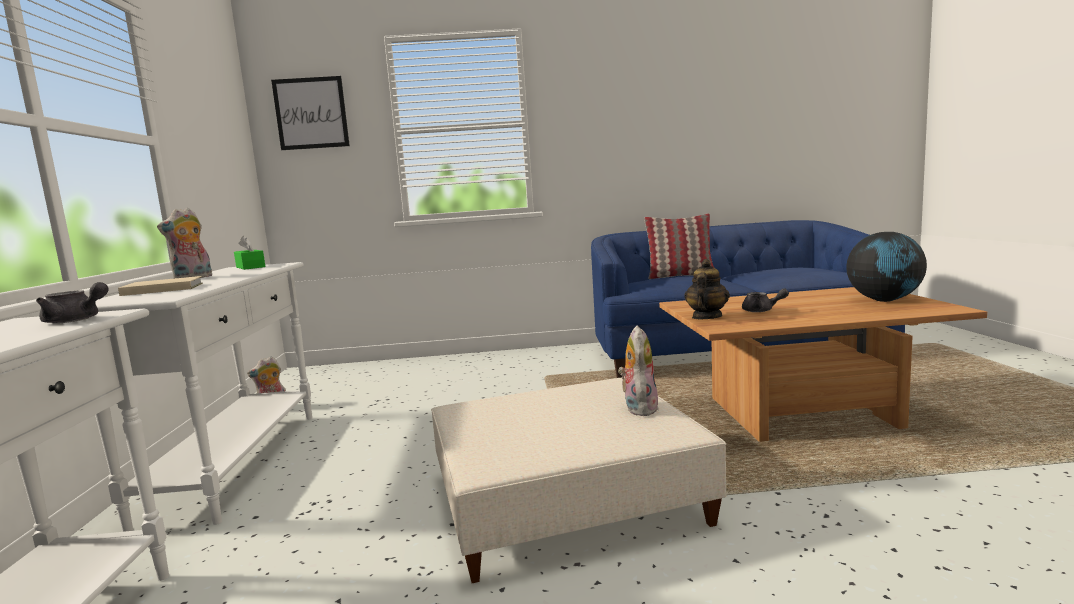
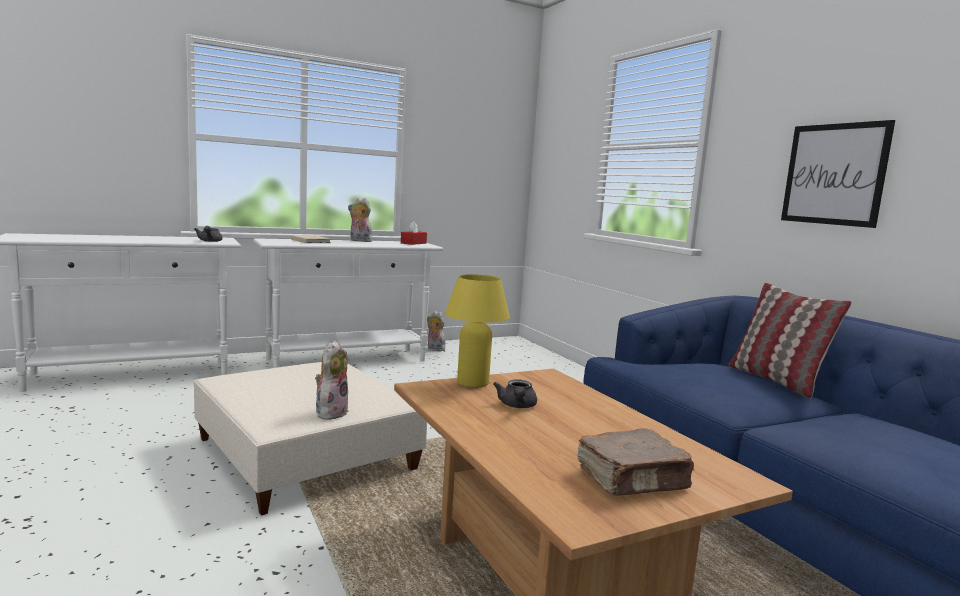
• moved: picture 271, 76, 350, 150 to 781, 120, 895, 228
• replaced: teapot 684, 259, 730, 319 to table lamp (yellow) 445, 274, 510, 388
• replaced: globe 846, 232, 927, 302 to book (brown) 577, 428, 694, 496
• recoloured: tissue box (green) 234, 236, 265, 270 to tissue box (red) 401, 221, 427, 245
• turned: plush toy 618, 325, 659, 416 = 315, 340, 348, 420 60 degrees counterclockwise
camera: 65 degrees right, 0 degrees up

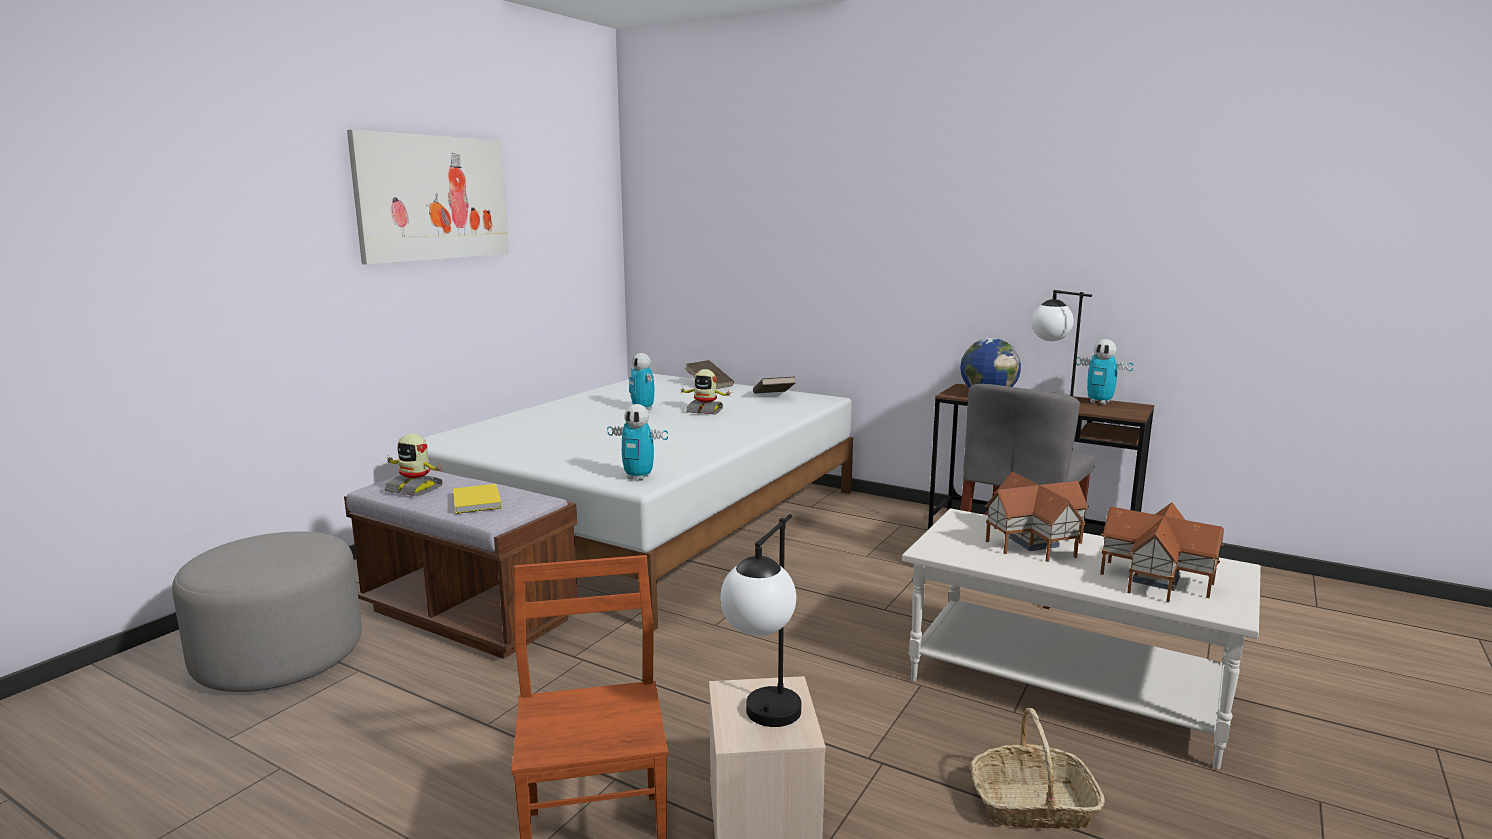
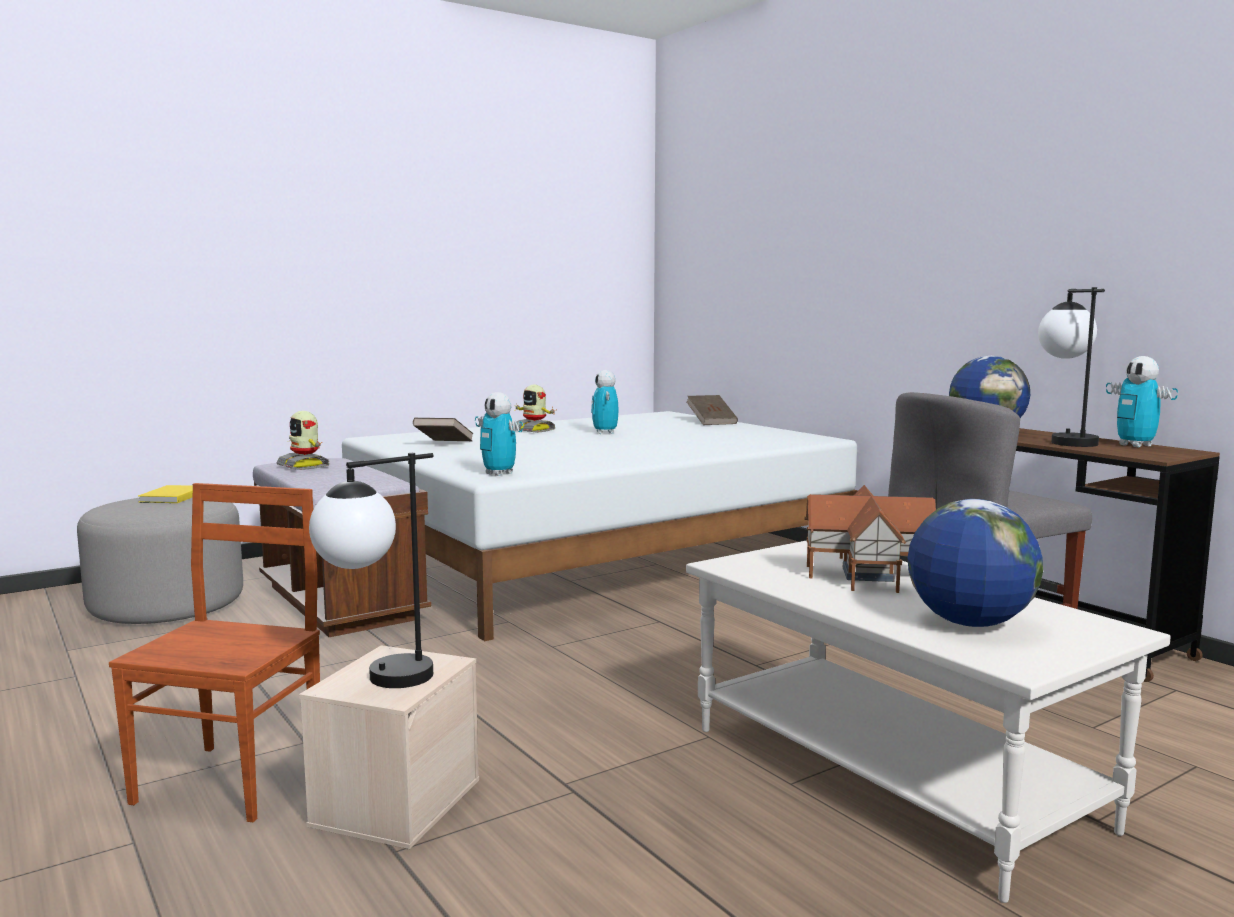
• removed: picture 347, 130, 509, 265
• removed: basket 969, 708, 1105, 829
• moved: book (yellow) 453, 484, 502, 514 to 138, 485, 193, 503
• moved: toy robot 679, 369, 731, 414 to 514, 385, 556, 433
• moved: book (brown) 753, 376, 795, 394 to 413, 418, 473, 441
• replaced: toy house 1100, 502, 1224, 603 to globe 908, 499, 1043, 627
camera: 25 degrees right, 5 degrees down

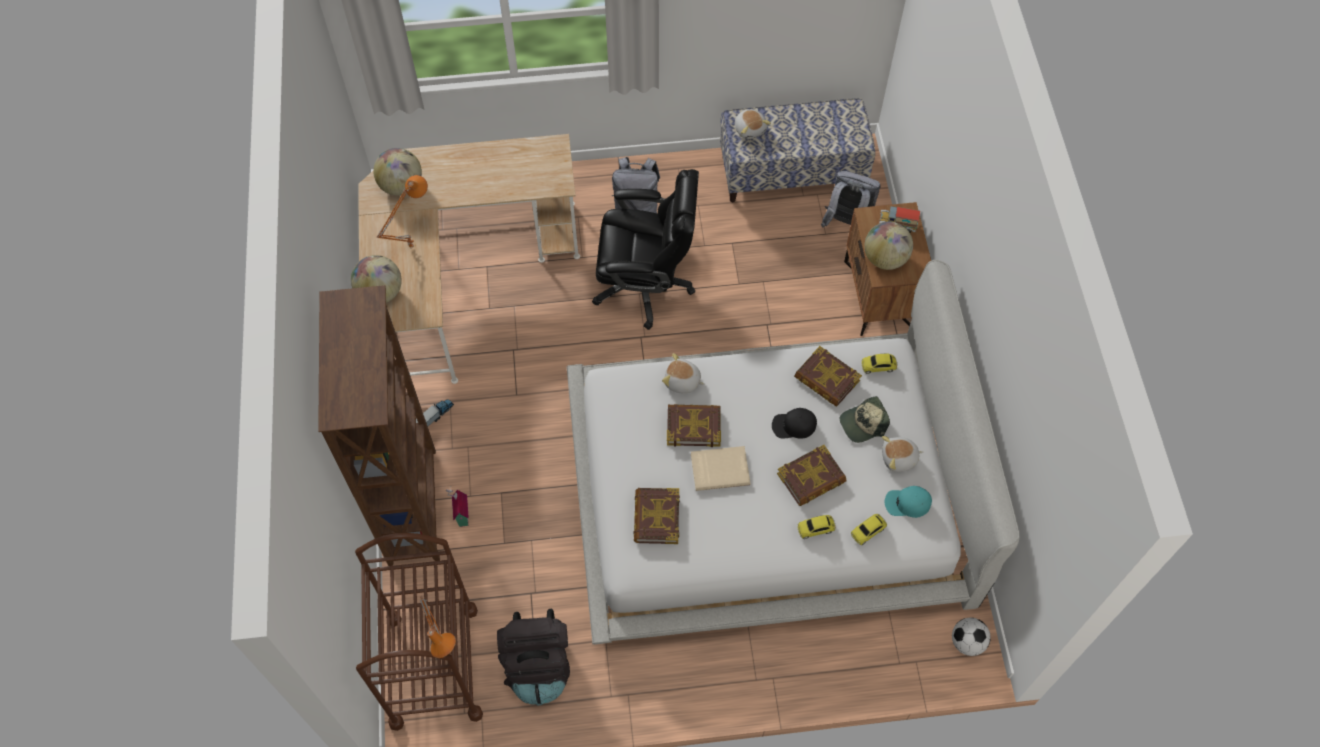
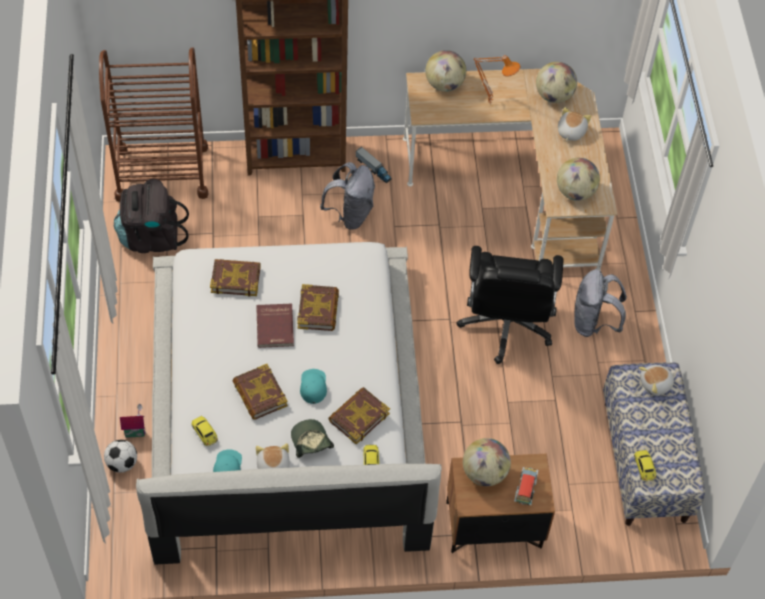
• removed: table lamp (orange) 420, 596, 456, 658
• added: globe 557, 158, 600, 201
• moved: toy house 446, 490, 469, 527 to 120, 404, 146, 438
• moved: plush toy 662, 353, 705, 393 to 558, 107, 591, 142
• moved: toy car 797, 515, 836, 539 to 634, 450, 656, 481
• moved: backpack (grey) 821, 171, 881, 227 to 320, 162, 375, 230
• moved: football 952, 618, 991, 656 to 104, 440, 137, 473
• recoloured: book (beige) 691, 446, 750, 491 to book (red) 256, 304, 294, 348
• recoloured: cap (black) 772, 408, 817, 439 to cap (turquoise) 300, 369, 327, 404
camera: 90 degrees right, 5 degrees down

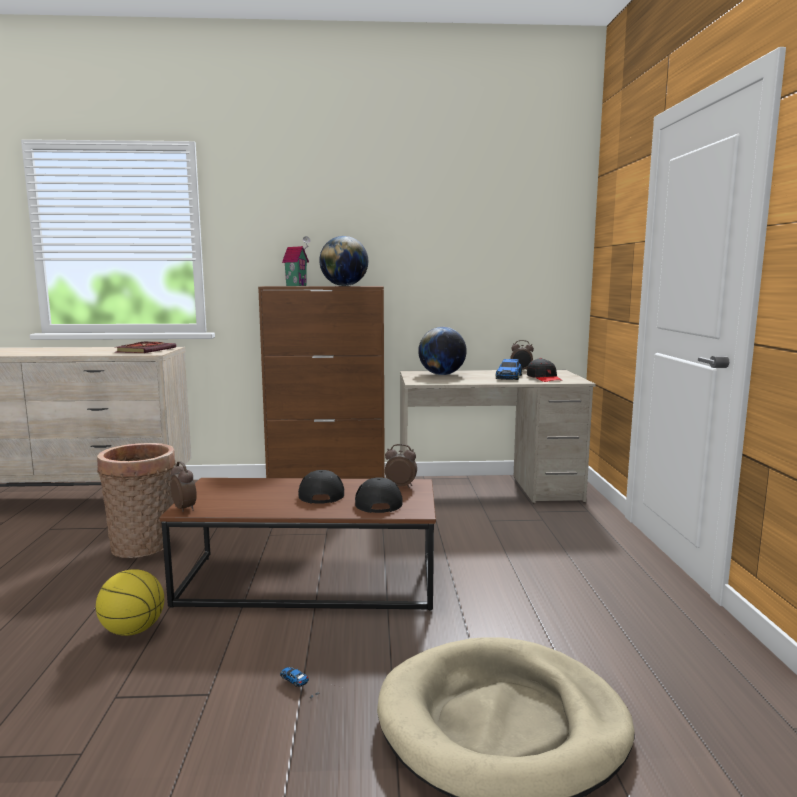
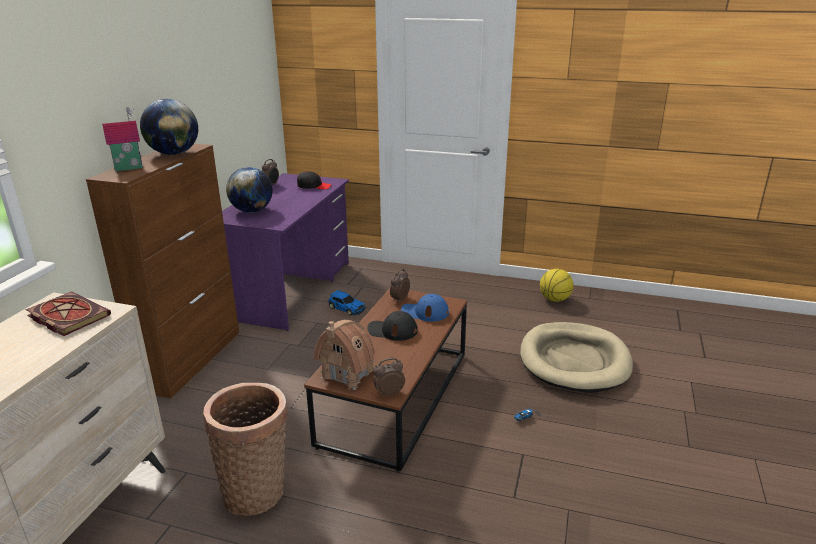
• added: toy house 313, 320, 375, 390
• moved: basketball 96, 569, 164, 636 to 540, 269, 574, 302
• moved: toy car 496, 359, 522, 380 to 328, 290, 366, 316
• recoloured: cap (black) 355, 477, 402, 513 to cap (blue) 401, 294, 449, 322
• recoloured: desk (beige) 400, 370, 596, 503 to desk (purple) 222, 173, 349, 331
camera: 70 degrees left, 15 degrees up

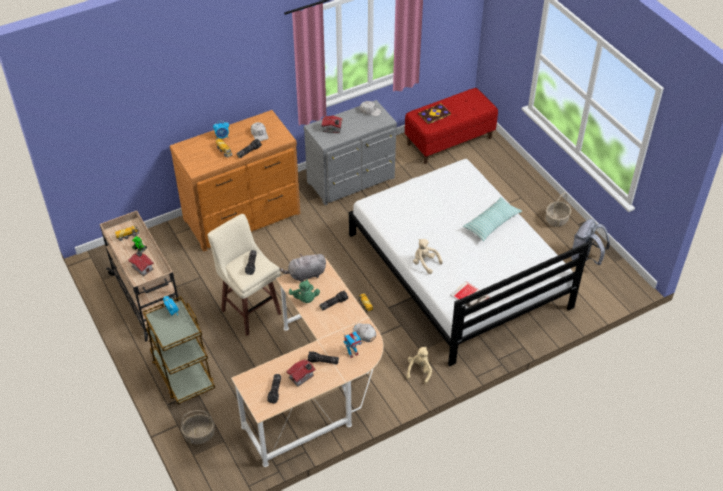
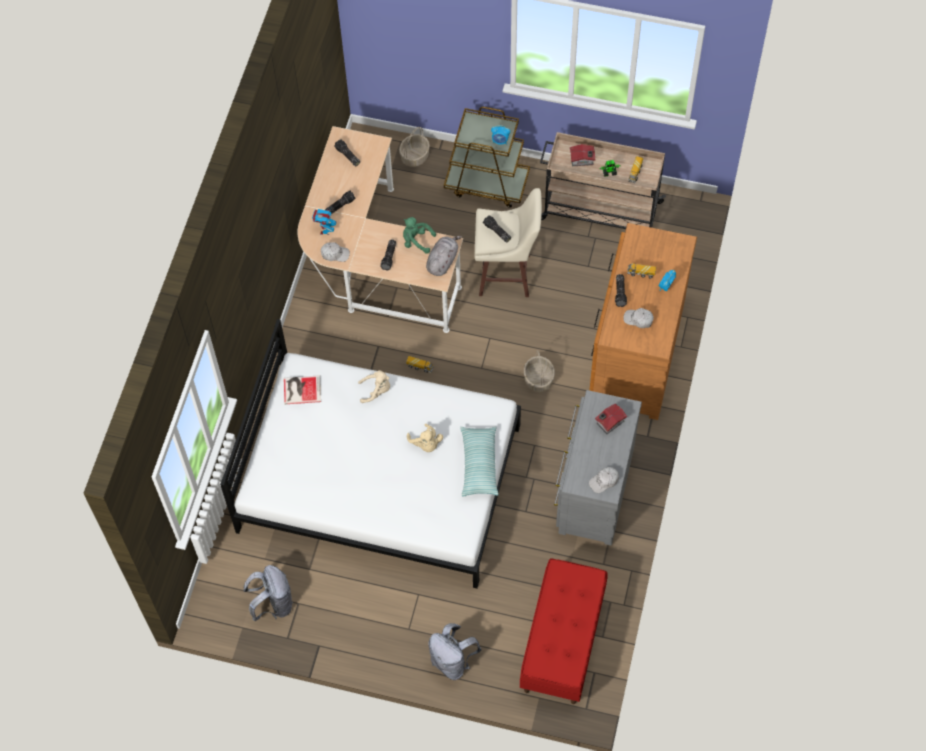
• removed: toy house 286, 359, 315, 386
• removed: book 418, 103, 451, 124
• added: backpack (grey) 429, 623, 482, 680
• moved: plush toy (beige) 407, 347, 432, 384 to 407, 424, 443, 452
• moved: pillow 463, 197, 522, 241 to 460, 427, 499, 496
• moved: basket 546, 192, 571, 227 to 524, 350, 555, 392
camera: 135 degrees right, 15 degrees up

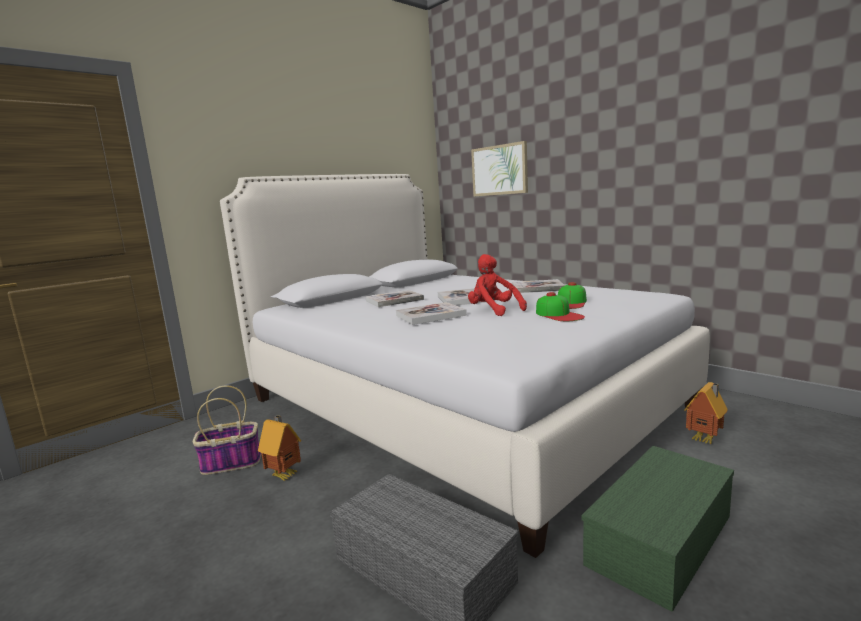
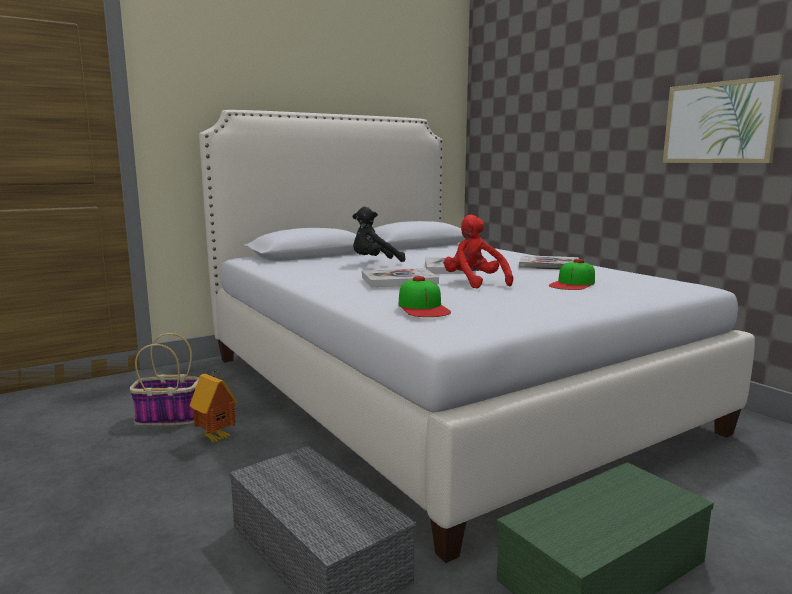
• removed: toy house 684, 382, 728, 445
• moved: picture 471, 141, 528, 197 to 663, 75, 784, 163
• moved: cap 536, 292, 585, 321 to 399, 276, 451, 317
• replaced: book 366, 290, 424, 307 to plush toy (black) 353, 207, 406, 262
camera: 10 degrees right, 0 degrees up

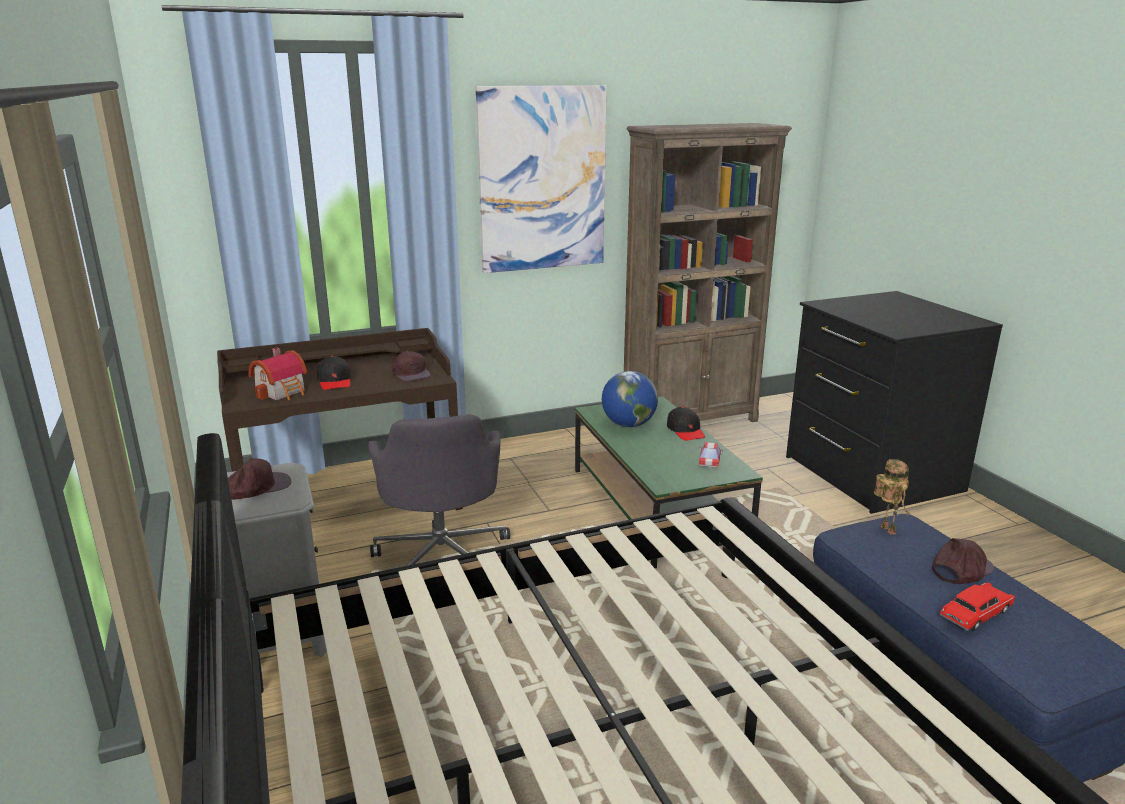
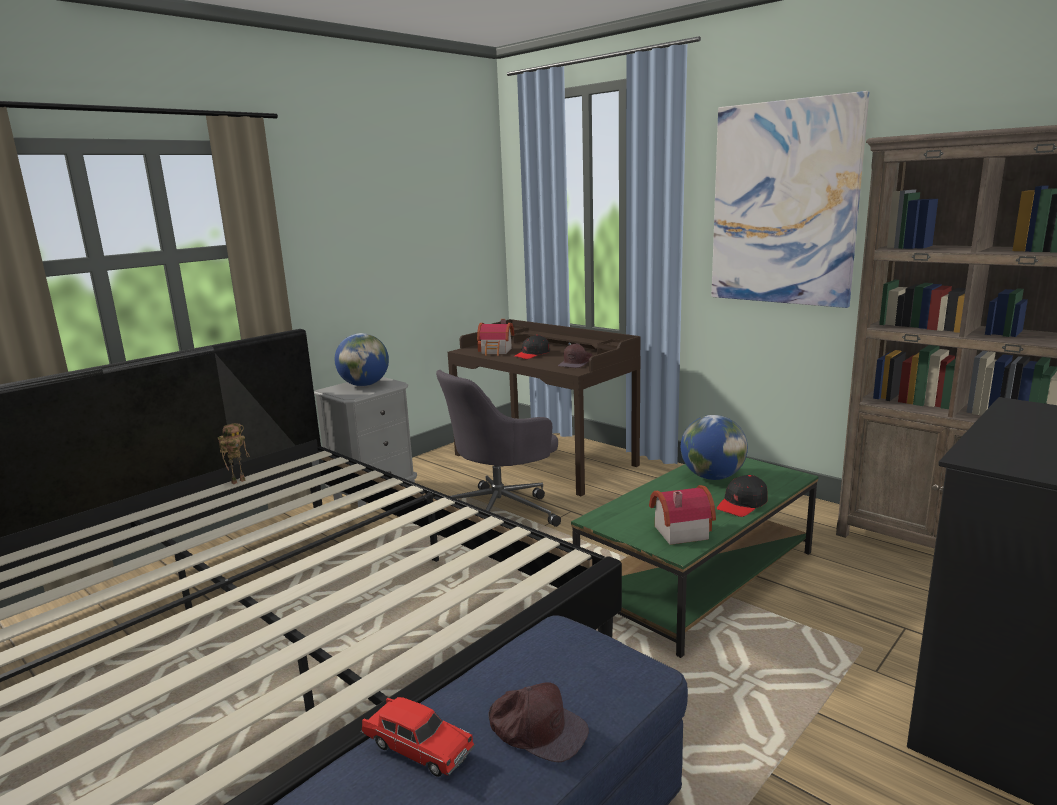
• moved: toy robot 874, 459, 910, 535 to 218, 423, 249, 484
• replaced: cap (brown) 228, 458, 291, 500 to globe 335, 333, 389, 386
• replaced: toy car 699, 442, 723, 468 to toy house 649, 485, 716, 545
camera: 65 degrees right, 5 degrees down

